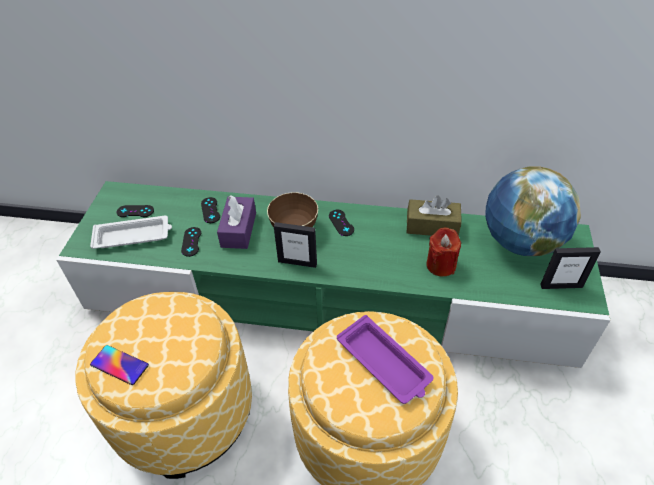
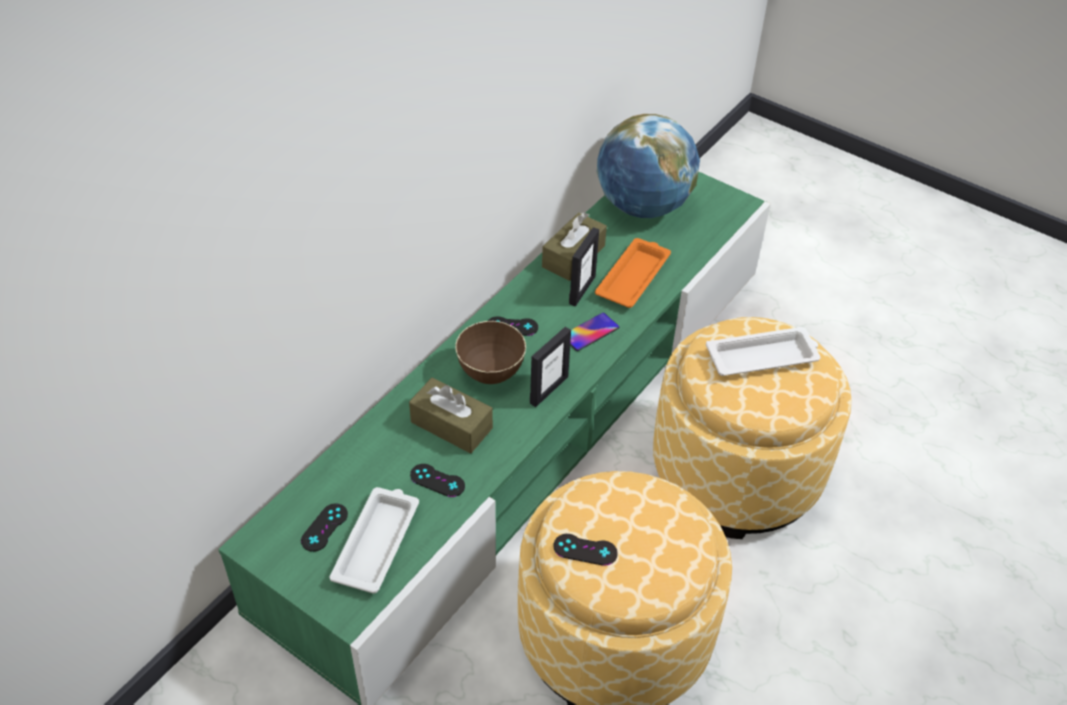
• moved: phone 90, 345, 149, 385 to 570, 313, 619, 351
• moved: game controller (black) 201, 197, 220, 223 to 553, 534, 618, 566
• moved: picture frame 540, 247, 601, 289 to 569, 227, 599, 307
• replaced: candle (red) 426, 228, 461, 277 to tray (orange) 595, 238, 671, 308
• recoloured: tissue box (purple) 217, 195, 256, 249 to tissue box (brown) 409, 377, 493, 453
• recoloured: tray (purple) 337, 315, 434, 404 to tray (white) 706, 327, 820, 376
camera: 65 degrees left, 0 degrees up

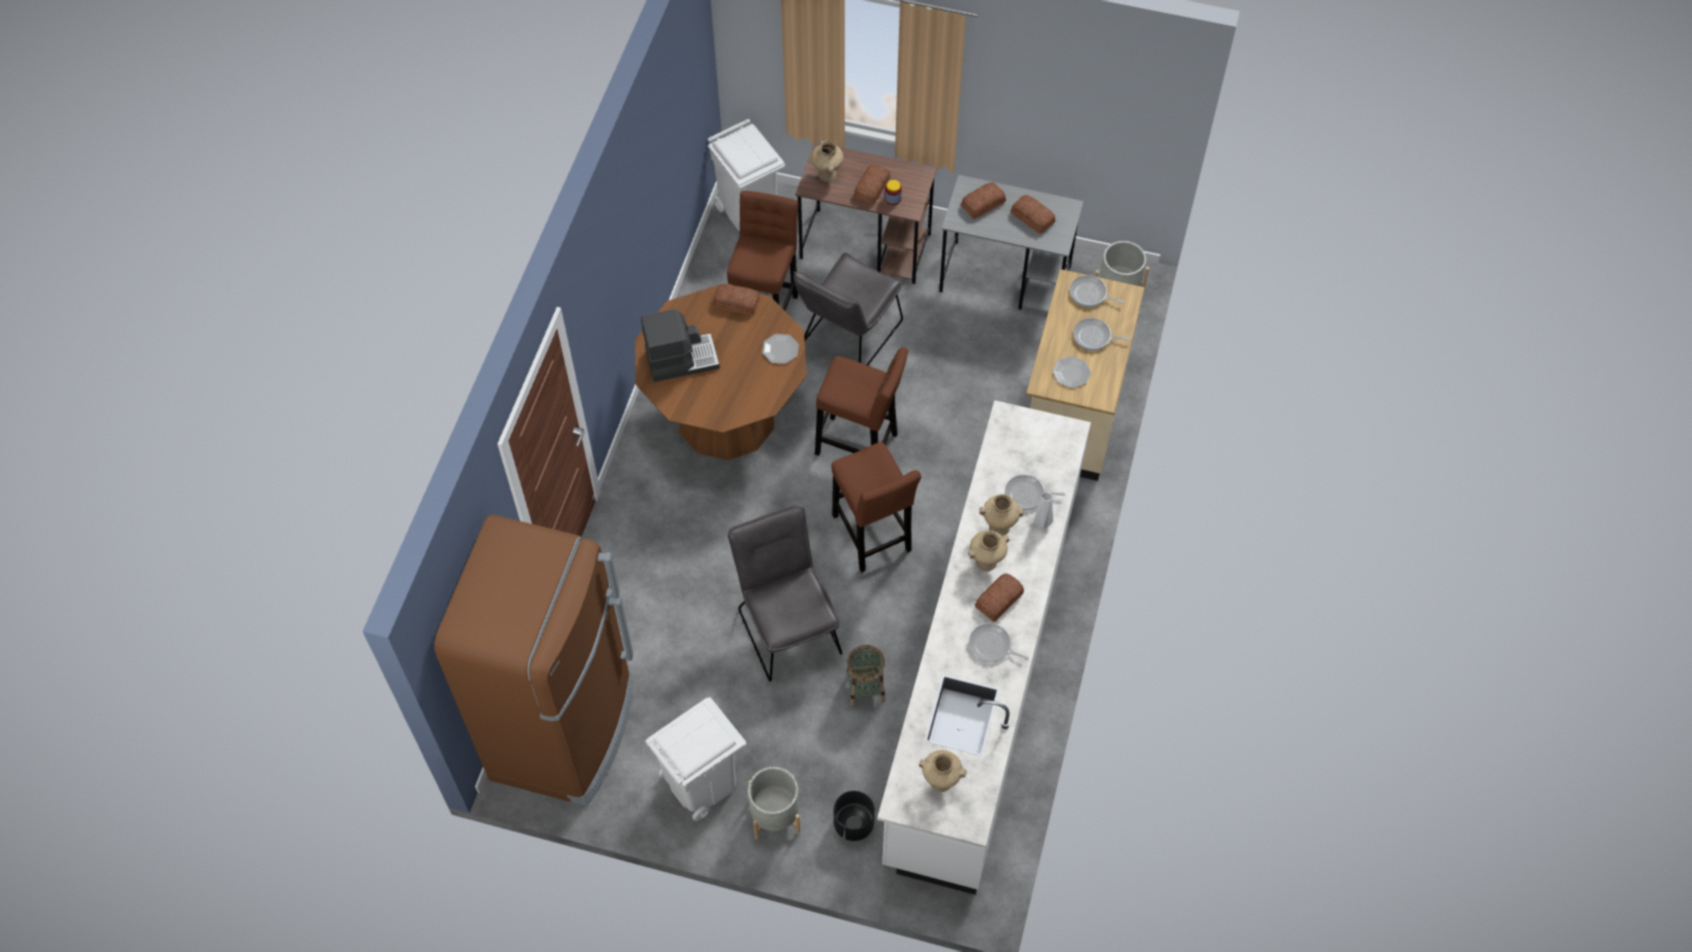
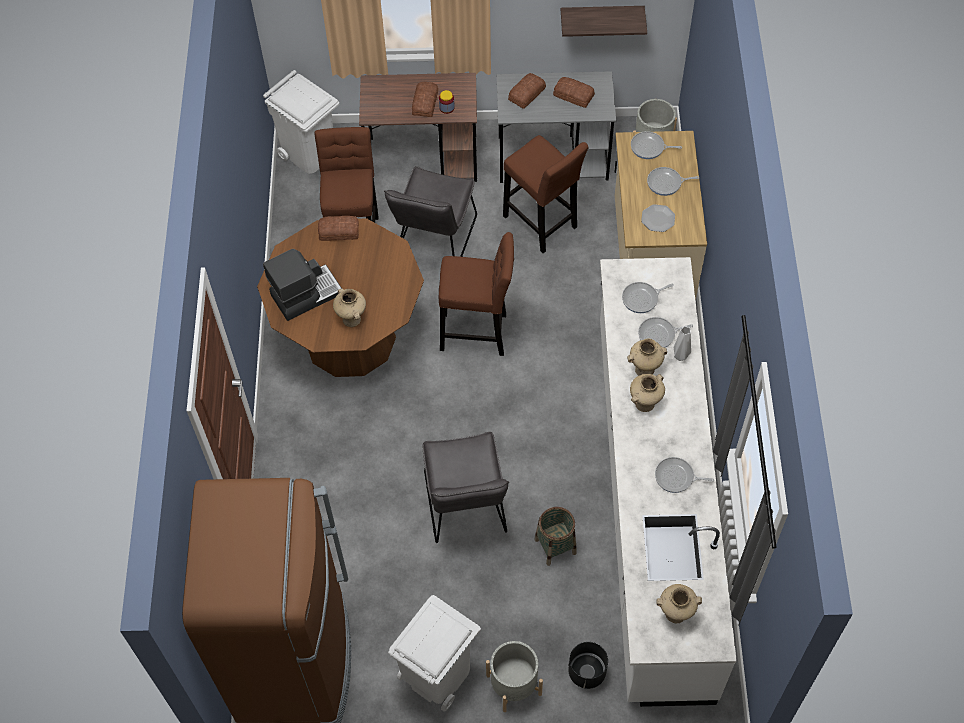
• removed: plate 762, 334, 799, 364
• removed: bread 975, 574, 1024, 622
• added: shelf 561, 6, 647, 37
• added: frying pan 622, 282, 674, 313
• moved: vase (beige) 811, 141, 844, 182 to 333, 288, 366, 327
• moved: stool (brown) 831, 442, 921, 572 to 503, 135, 589, 253
• turned: chair (grey) 728, 505, 842, 682 = 423, 432, 509, 543 150 degrees counterclockwise
camera: 15 degrees left, 0 degrees up

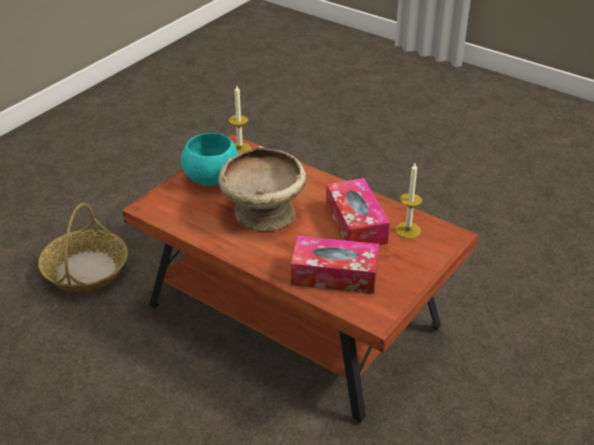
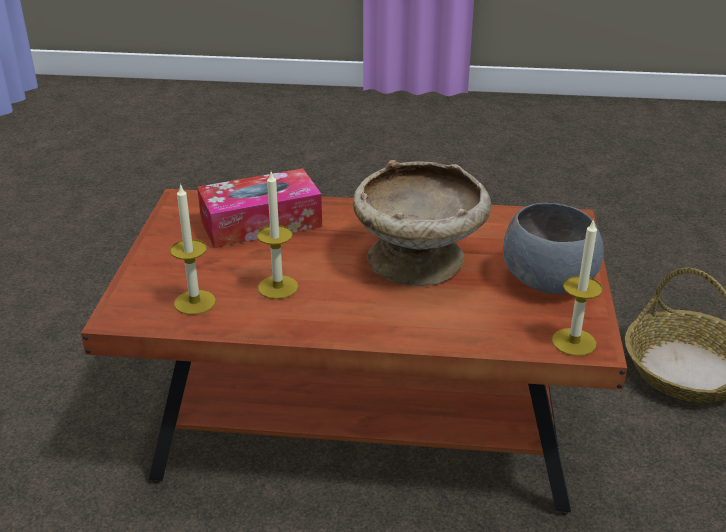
• replaced: tissue box 326, 178, 390, 245 to candle 257, 172, 298, 299
• recoloured: bowl (turquoise) 181, 133, 238, 185 to bowl (grey) 503, 203, 604, 294
camera: 150 degrees right, 5 degrees down

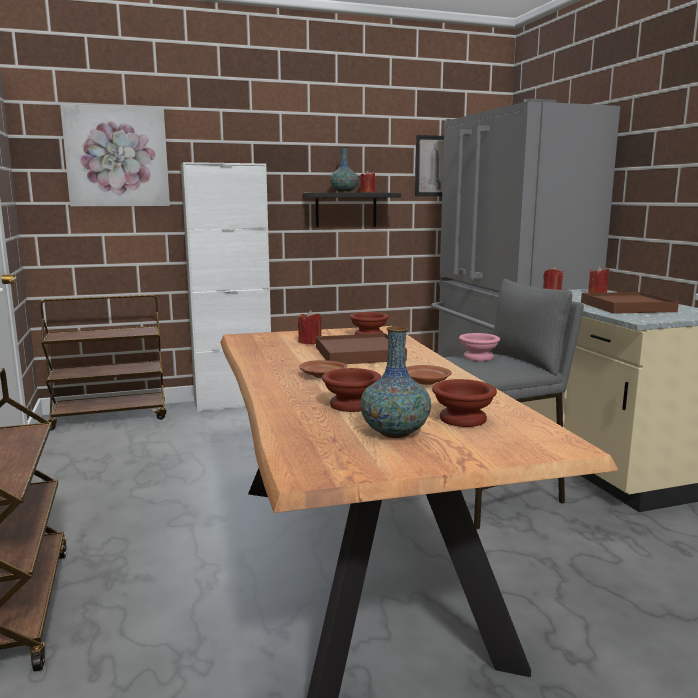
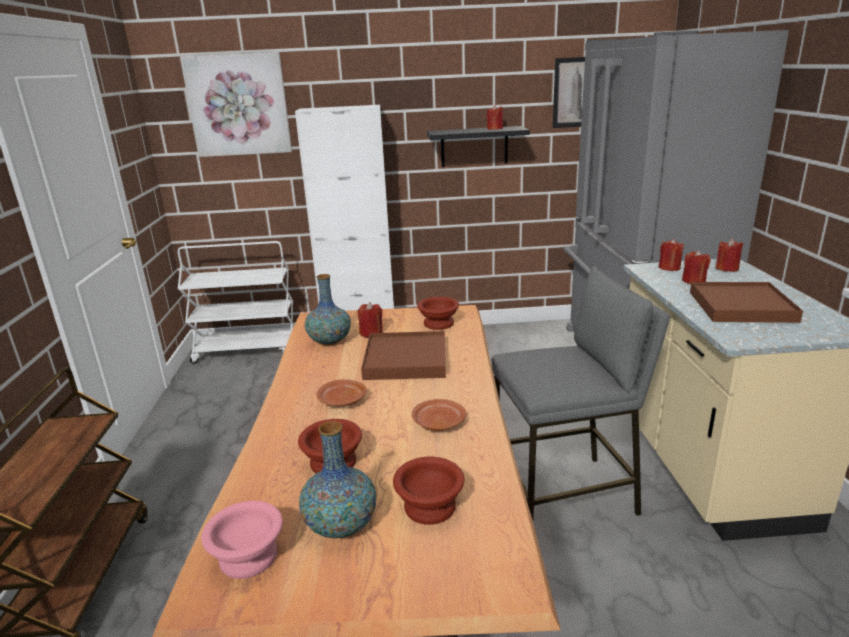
• added: candle (red) 682, 250, 711, 284
• moved: vase 330, 147, 358, 193 to 305, 274, 351, 345
• moved: bowl (pink) 459, 333, 500, 361 to 201, 501, 283, 579
• recoloured: cart (brown) 41, 295, 166, 431 to cart (white) 178, 241, 294, 364
camera: 15 degrees right, 10 degrees up

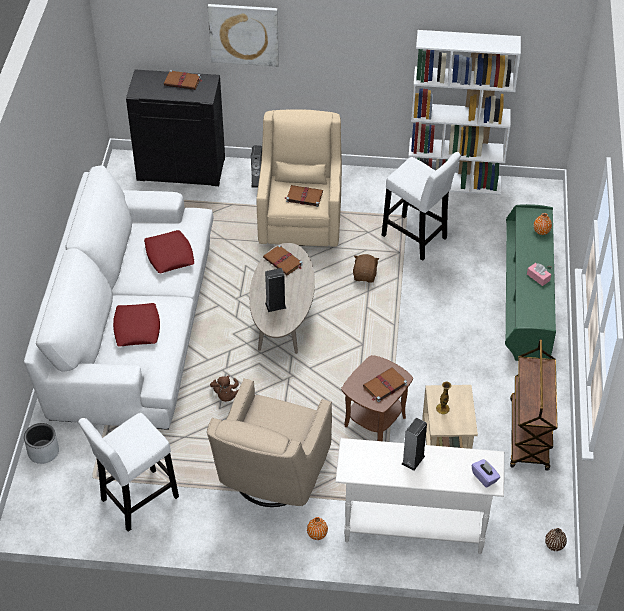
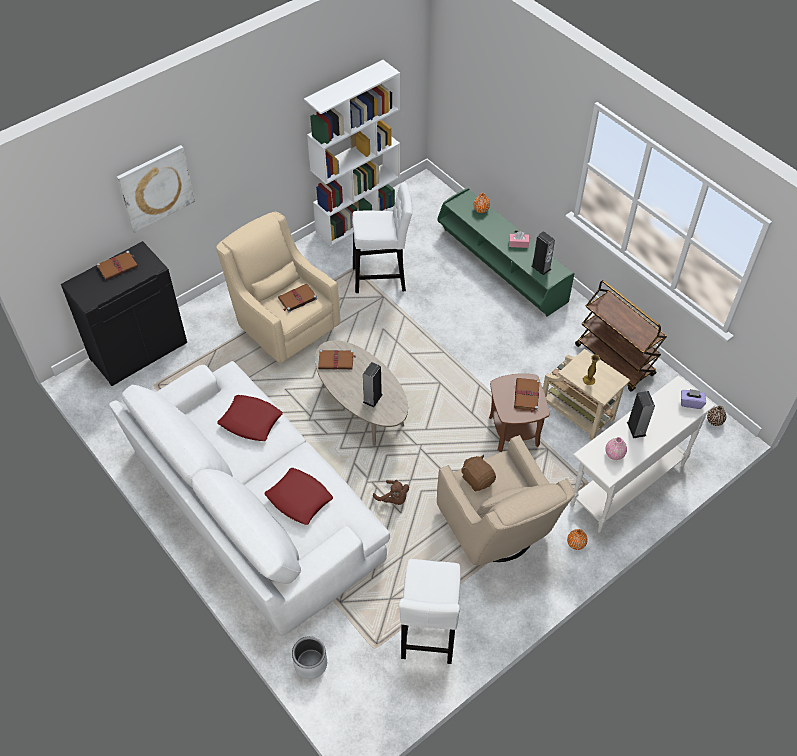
• added: vase (pink) 605, 437, 627, 460
• moved: speaker 251, 145, 262, 188 to 532, 231, 555, 275
• moved: plush toy (brown) 353, 254, 379, 283 to 461, 454, 496, 491
camera: 45 degrees left, 5 degrees up

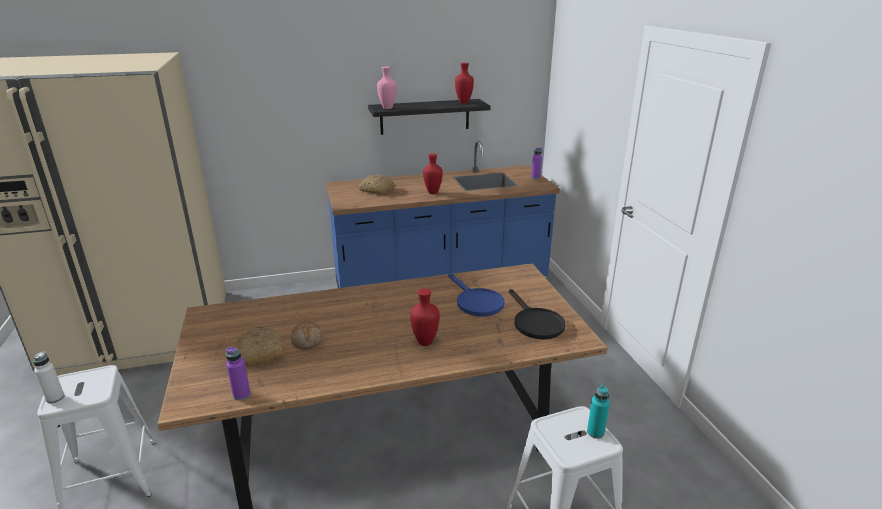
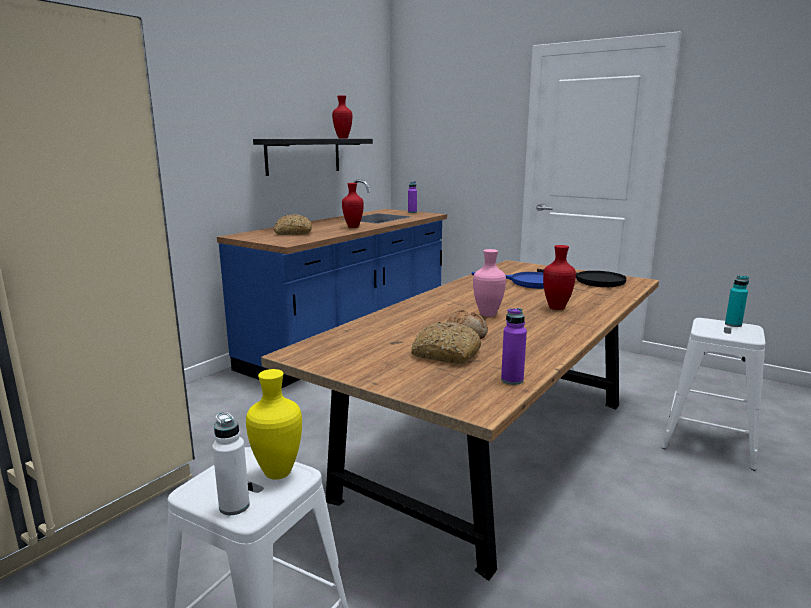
• added: vase (yellow) 246, 369, 302, 480
• moved: vase (pink) 377, 67, 397, 109 to 473, 249, 506, 317
camera: 40 degrees left, 10 degrees down

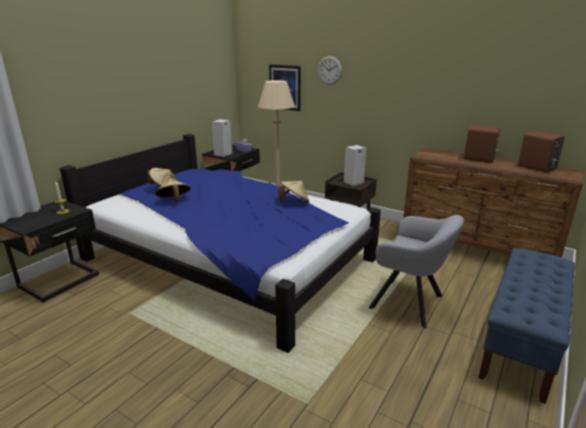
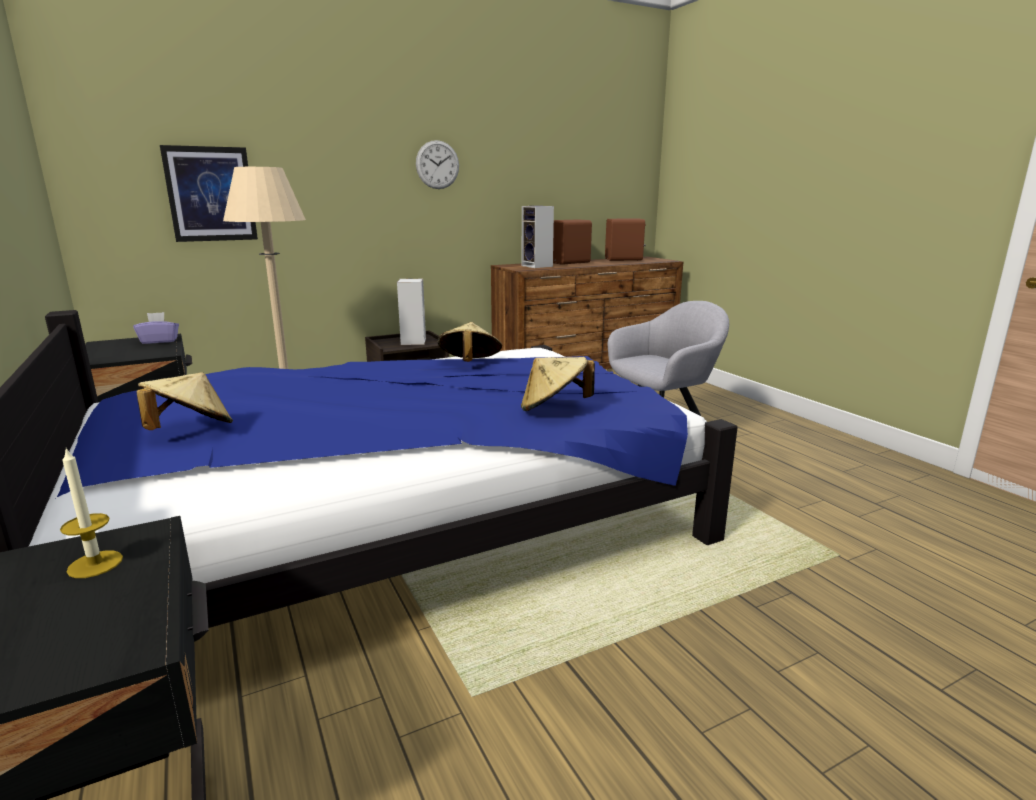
• removed: bench (blue) 478, 248, 575, 404
• moved: hat (beige) 155, 178, 191, 201 to 521, 357, 595, 411
• moved: speaker 211, 119, 232, 157 to 522, 206, 554, 268
• moved: wall clock 318, 56, 342, 85 to 416, 140, 459, 189
camera: 60 degrees left, 5 degrees down

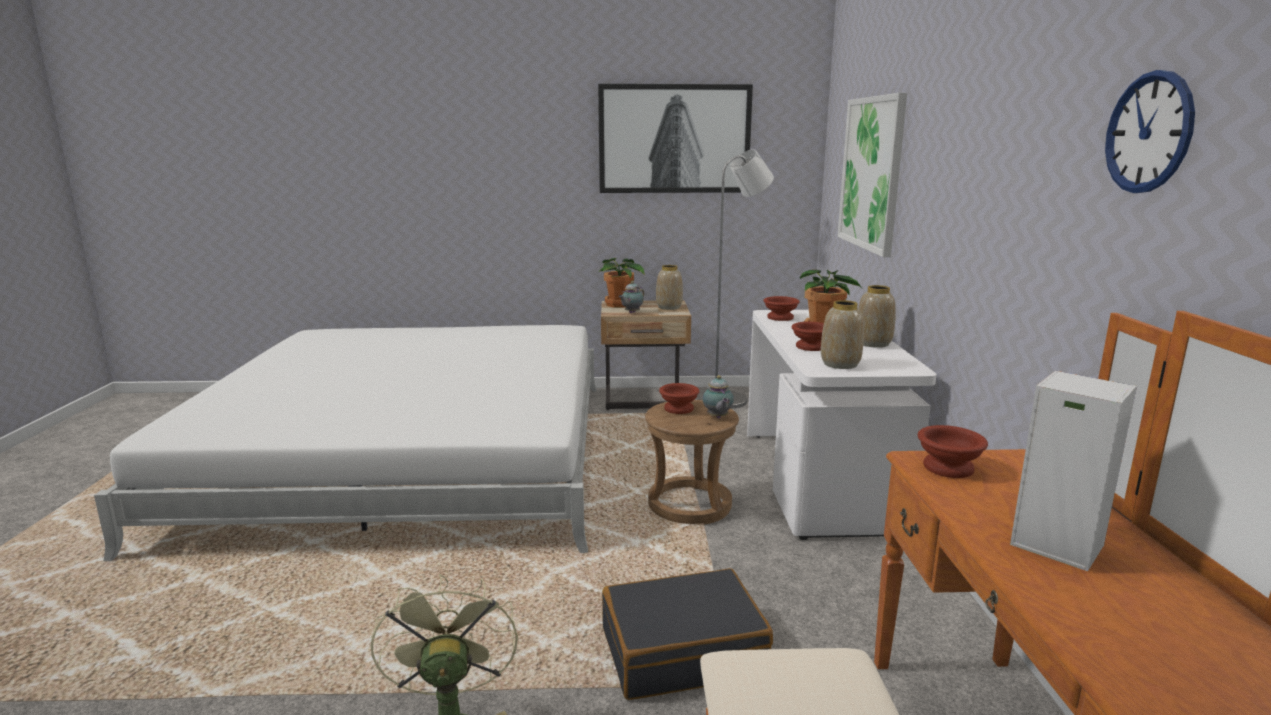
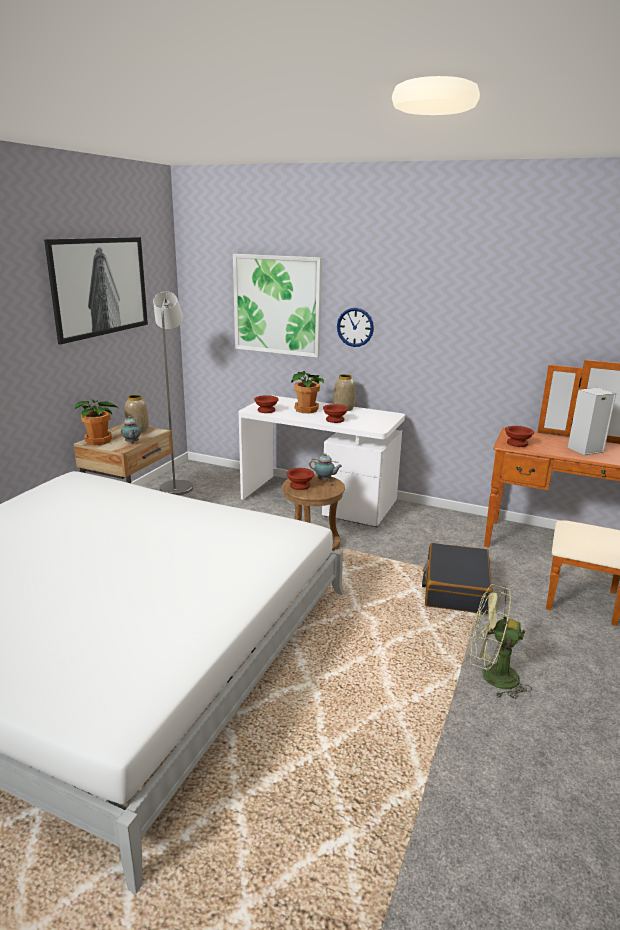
• removed: vase 821, 300, 864, 369
• moved: wall clock 1105, 70, 1195, 193 to 337, 308, 374, 347
camera: 65 degrees left, 5 degrees up

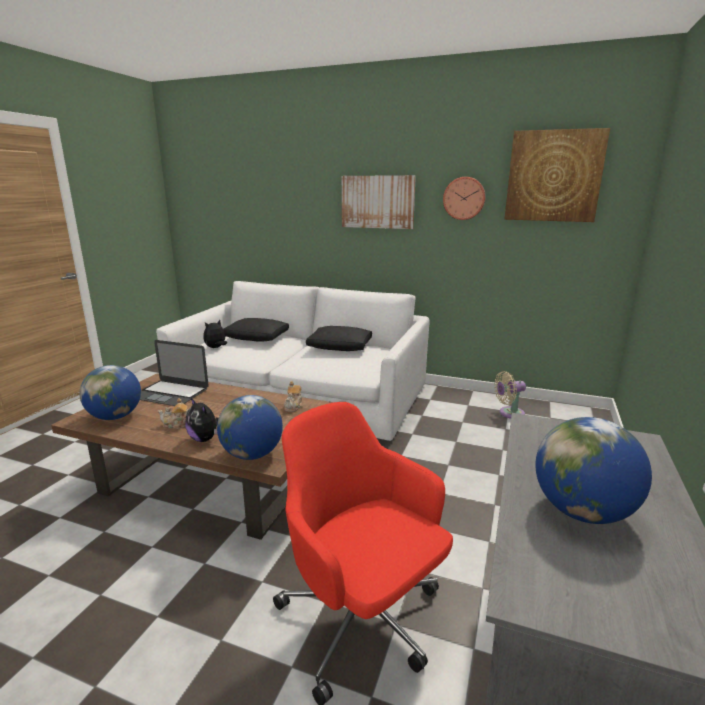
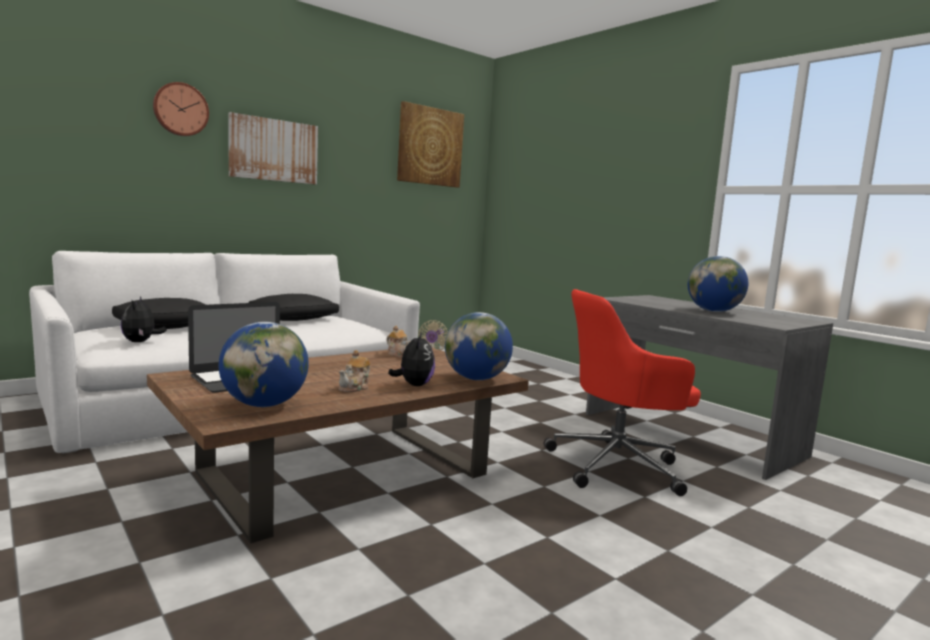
• moved: wall clock 443, 177, 486, 220 to 153, 82, 209, 136
• turned: plush toy 185, 398, 218, 442 = 388, 332, 435, 386 75 degrees counterclockwise
camera: 60 degrees left, 10 degrees down

